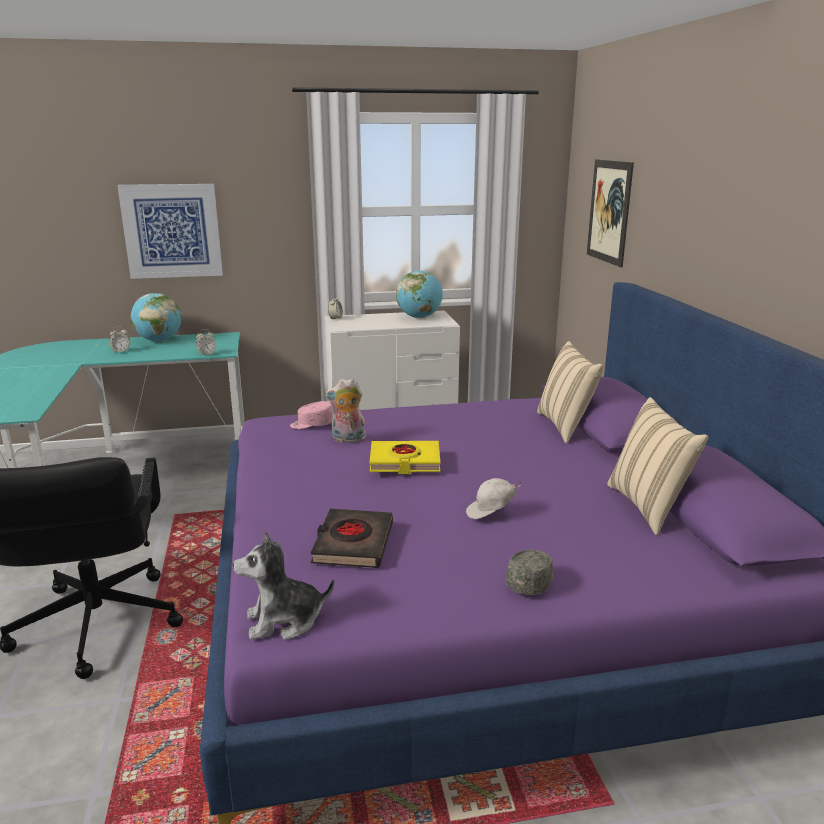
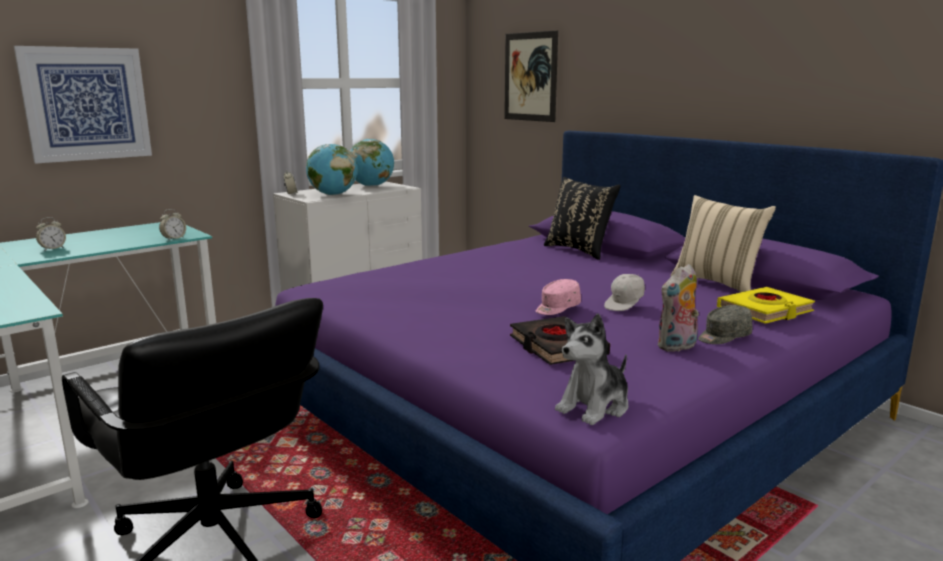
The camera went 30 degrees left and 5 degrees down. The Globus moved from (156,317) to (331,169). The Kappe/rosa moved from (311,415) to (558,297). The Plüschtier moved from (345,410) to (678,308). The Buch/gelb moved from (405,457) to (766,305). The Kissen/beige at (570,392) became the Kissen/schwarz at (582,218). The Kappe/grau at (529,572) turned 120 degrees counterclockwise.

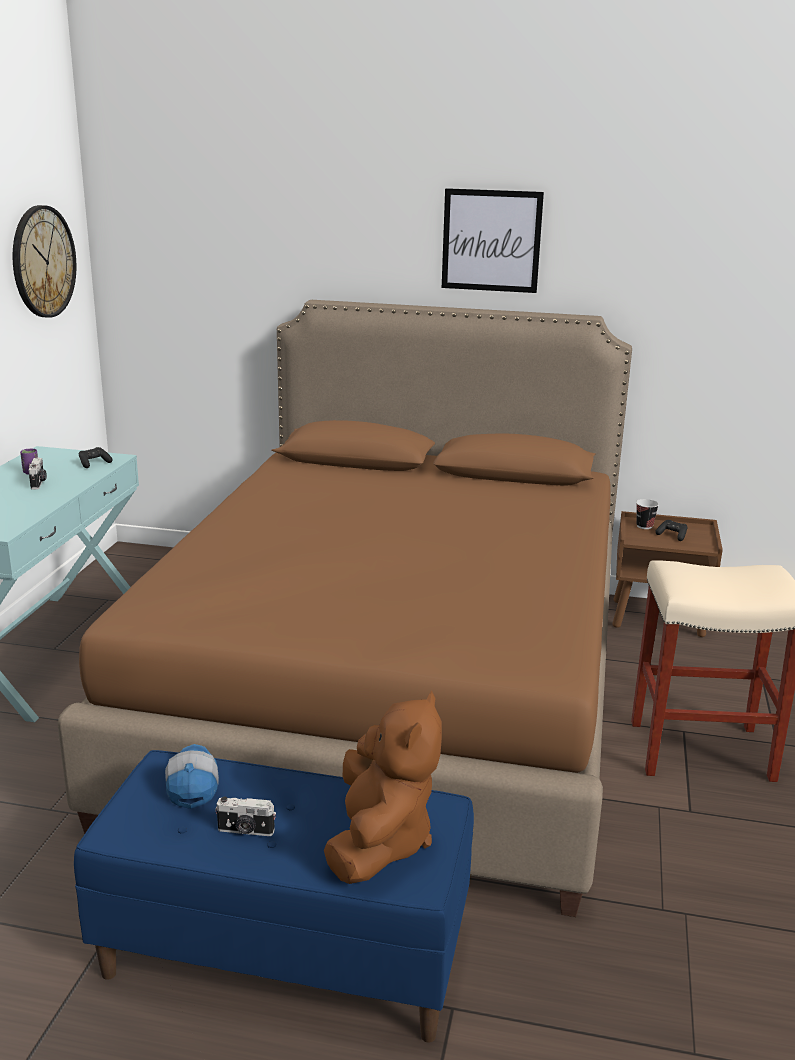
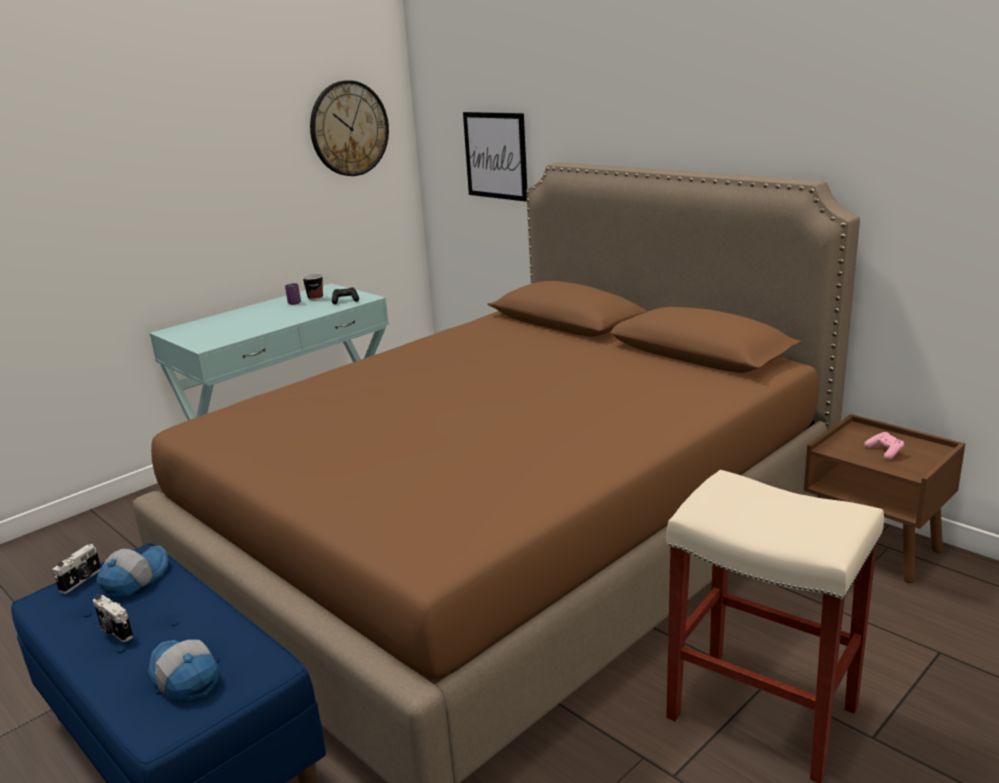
The camera went 35 degrees right and 0 degrees up. The Kamera moved from (37,473) to (76,569). The Bild moved from (493,240) to (495,157). The Tasse moved from (647,514) to (312,287). The Plüschtier/braun at (383,787) was replaced by the Kappe at (183,671). The Gamepad/schwarz at (671,530) became the Gamepad/rosa at (884,446).

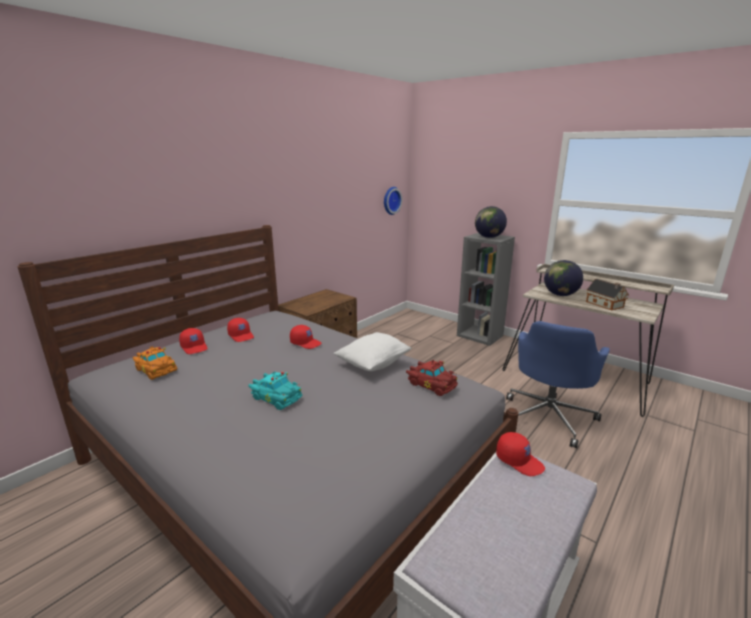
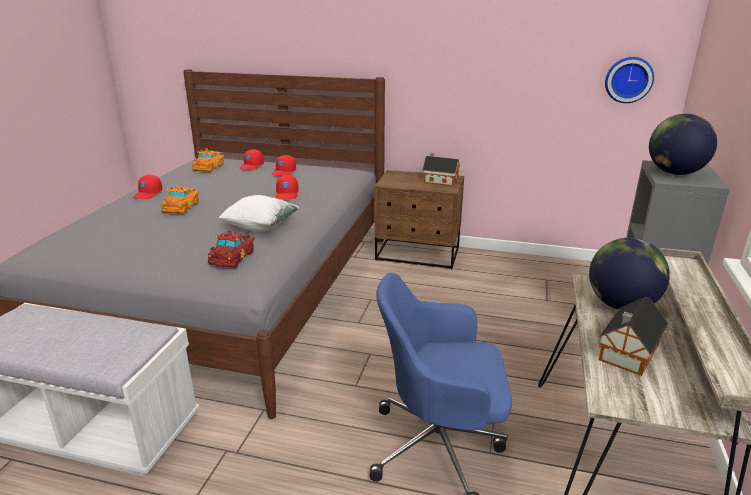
The camera went 65 degrees right and 5 degrees up. The Spielzeughaus at (441,169) appeared. The Kappe/rot moved from (520,454) to (148,187). The Spielzeugauto/türkis at (275,391) became the Spielzeugauto/orange at (180,199).

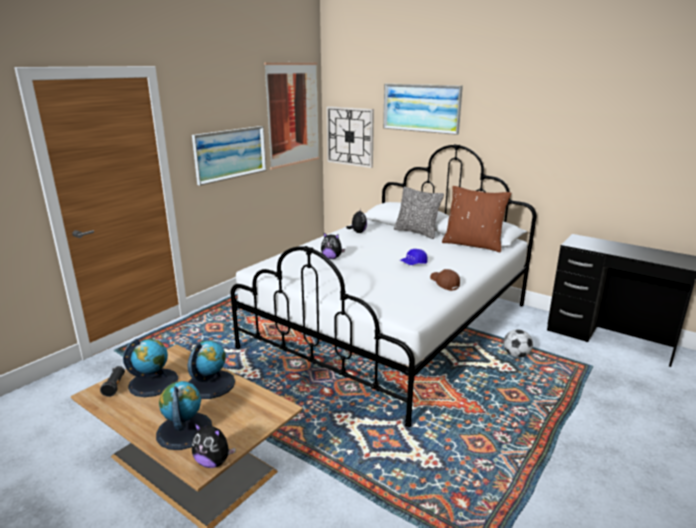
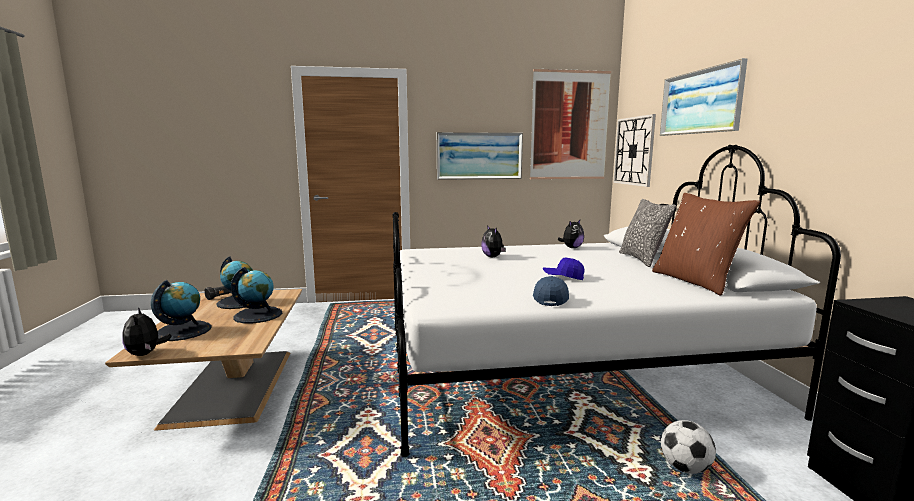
The camera went 45 degrees right and 10 degrees down. The Kappe/braun at (445,280) became the Kappe/blau at (551,291).

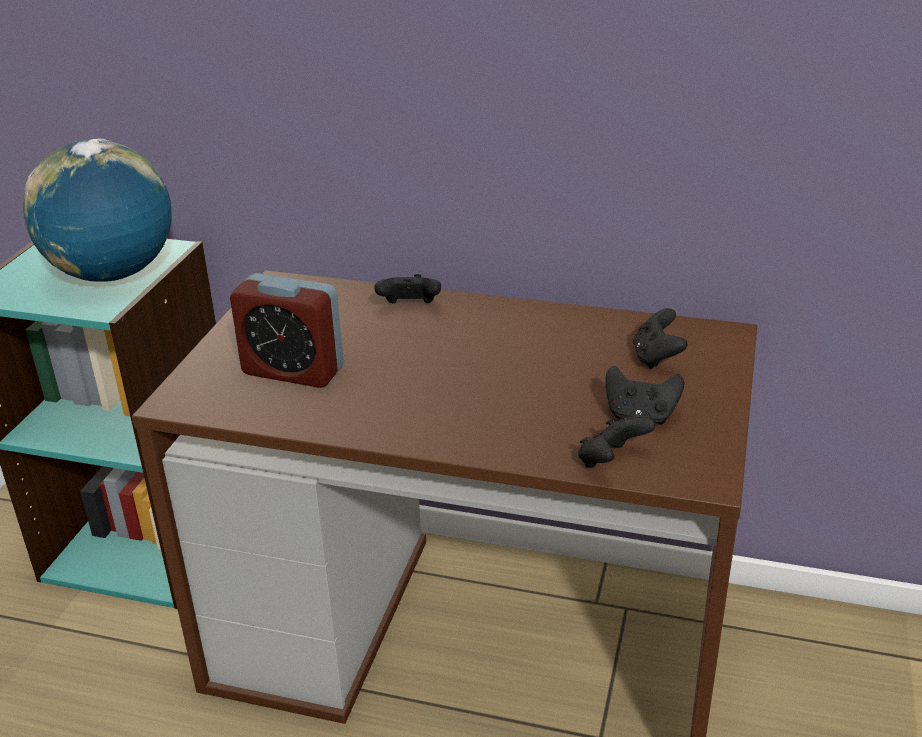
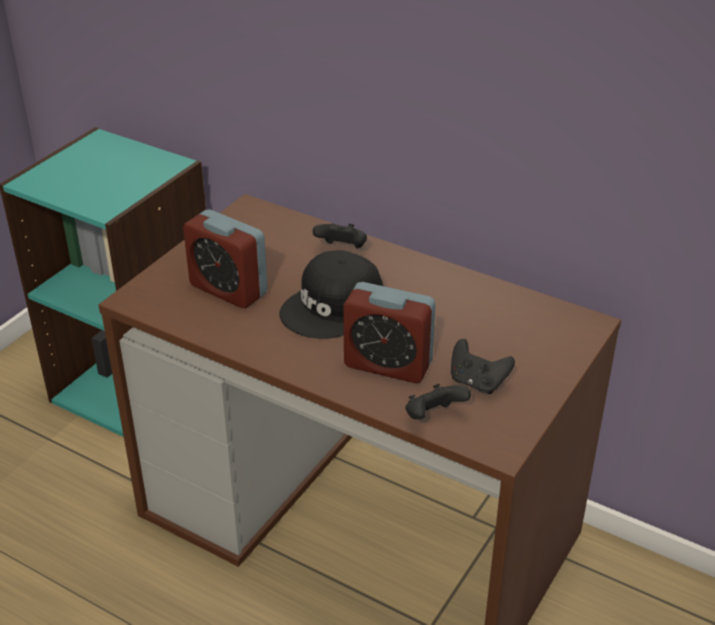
The camera went 15 degrees right and 5 degrees up. The Globus at (97,210) disappeared. The Gamepad/schwarz at (660,338) disappeared. The Kappe/schwarz at (331,294) appeared. The Wecker at (389,332) appeared.

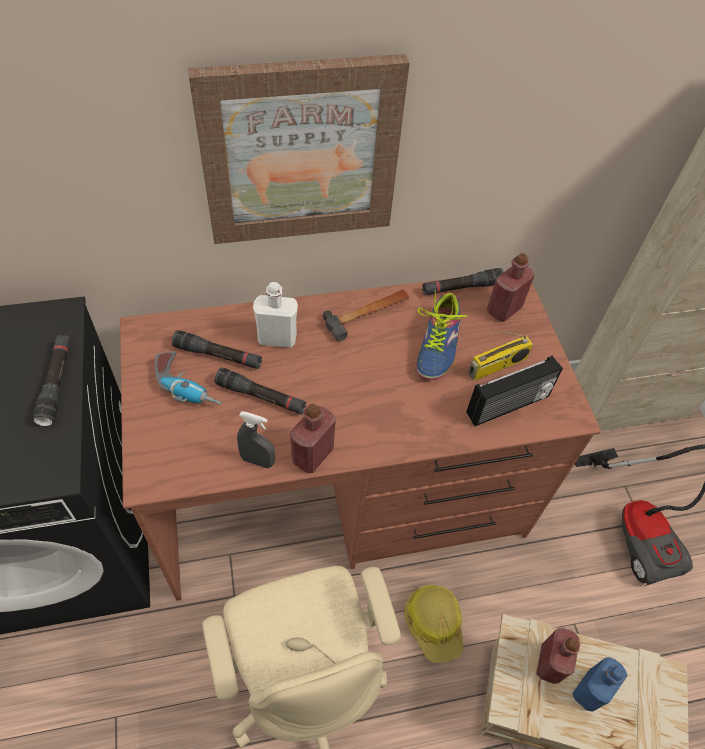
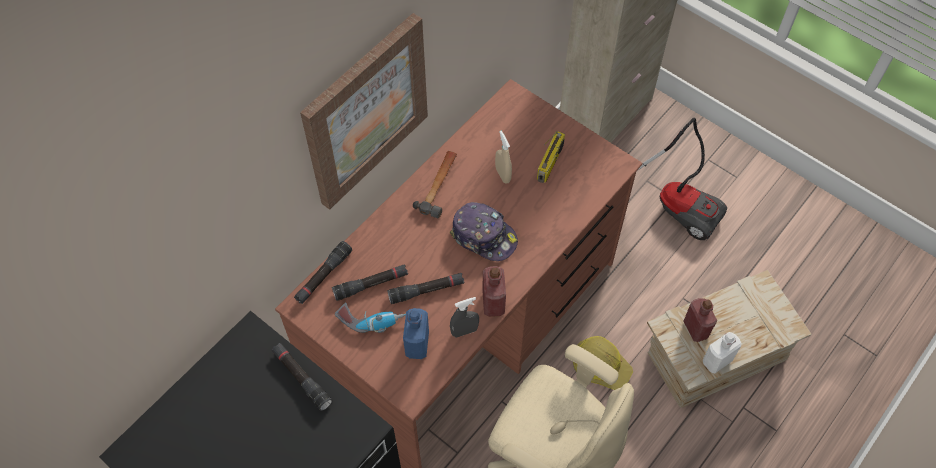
The camera went 35 degrees left and 5 degrees up. The Radio at (514,391) disappeared. The Flasche/rot at (510,287) disappeared. The Kappe at (484,231) appeared. The Flasche/weiß moved from (275,315) to (722,353). The Taschenlampe/schwarz moved from (463,281) to (323,272). The Flasche/blau moved from (599,684) to (416,333). The Schuh at (441,335) was replaced by the Sprühflasche/beige at (503,157).

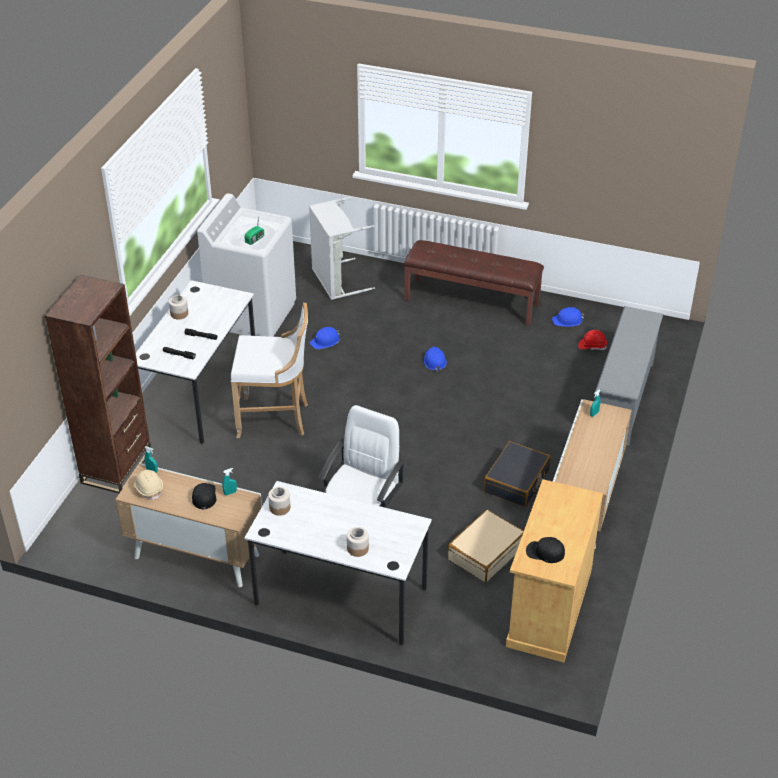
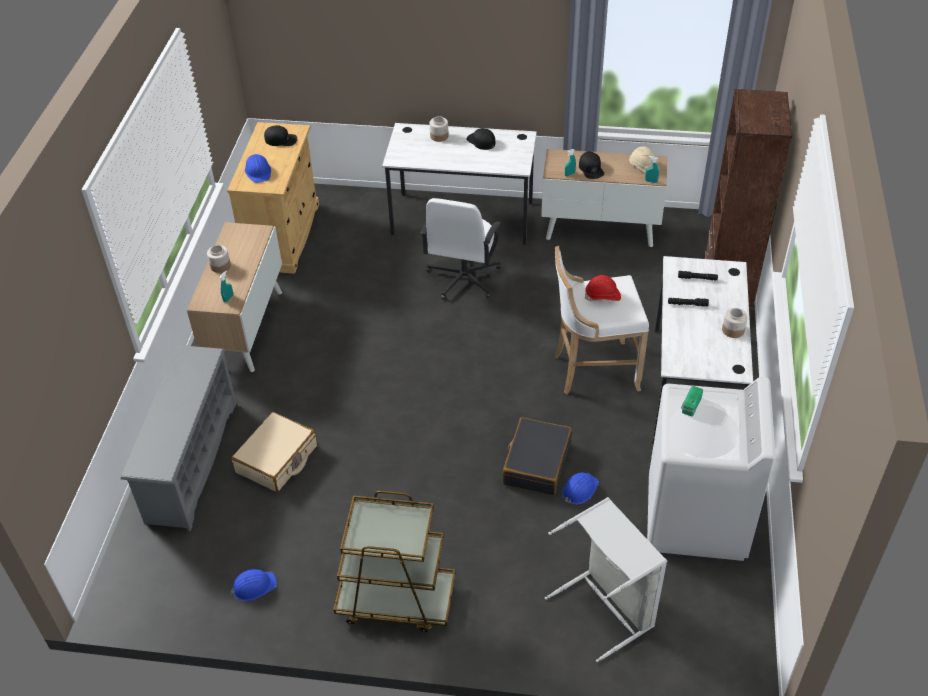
The camera went 170 degrees right and 5 degrees up. The Kappe/schwarz at (480,139) appeared. The Vorratsglas moved from (279,501) to (219,259). The Schutzhelm/blau moved from (435,359) to (258,168). The Koffer/beige moved from (486,546) to (274,452). The Koffer/schwarz moved from (517,474) to (537,456). The Schutzhelm/rot moved from (592,340) to (603,288). The Bank/braun at (474,283) was replaced by the Rollwagen/braun at (394,561).

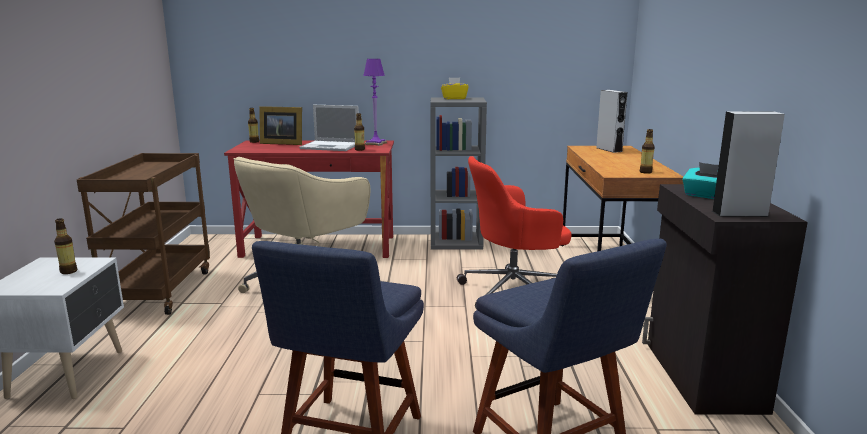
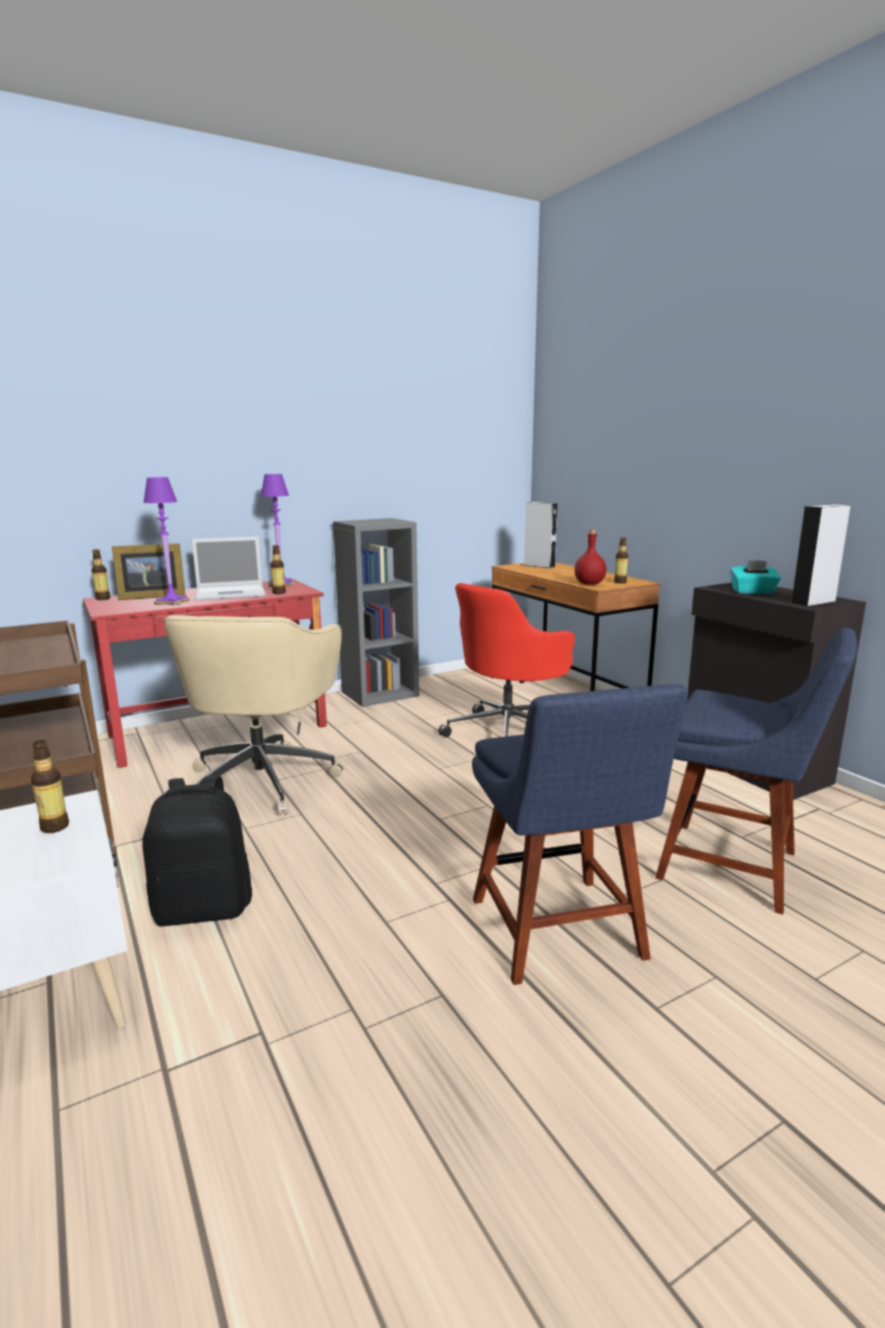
The camera went 30 degrees left and 0 degrees up. The Taschentuchbox/gelb at (455,88) disappeared. The Rucksack/schwarz at (197,851) appeared. The Tischlampe/lila at (166,541) appeared. The Flasche/rot at (590,557) appeared.

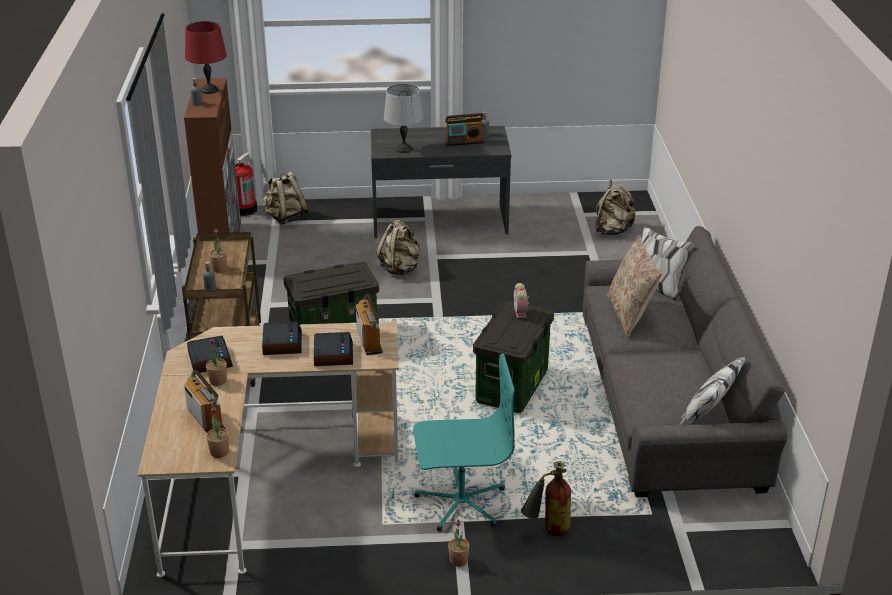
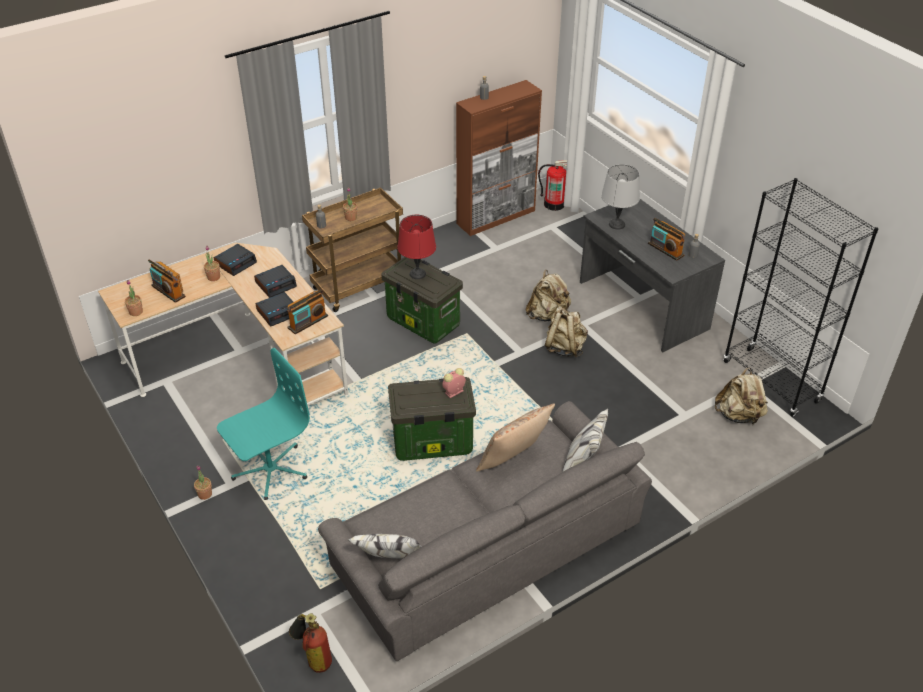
The camera went 60 degrees right and 10 degrees up. The Bücherregal/schwarz at (801,297) appeared. The Tischlampe/rot moved from (206,57) to (416,247). The Rucksack/beige moved from (286,198) to (566,331). The Feuerlöscher moved from (546,498) to (310,643). The Radio at (205,401) turned 105 degrees clockwise. The Bürostuhl/türkis at (464,442) turned 90 degrees counterclockwise.

